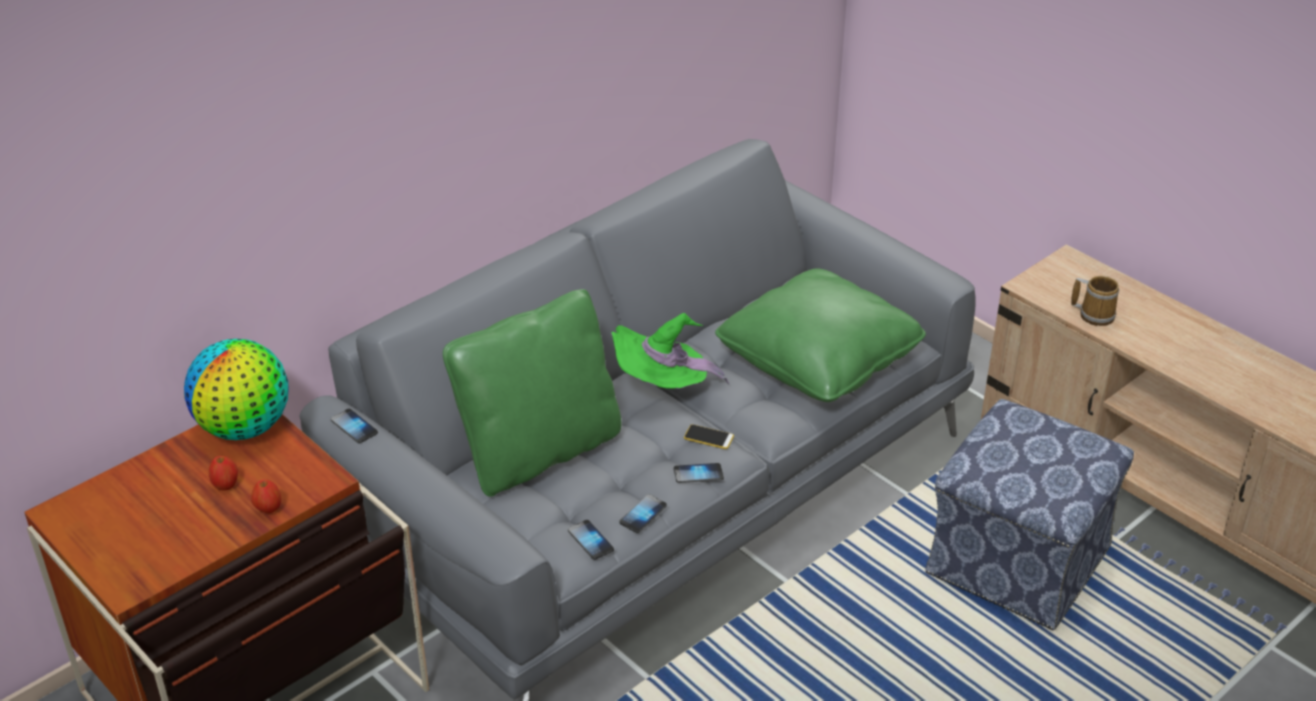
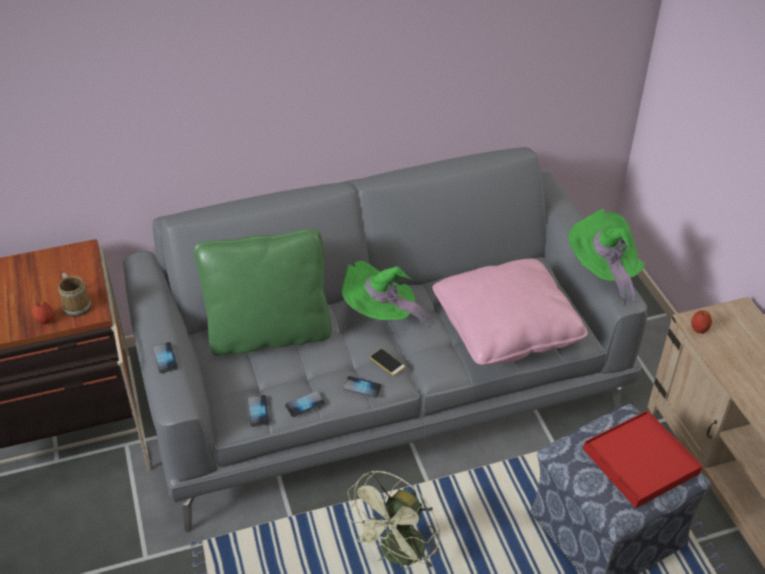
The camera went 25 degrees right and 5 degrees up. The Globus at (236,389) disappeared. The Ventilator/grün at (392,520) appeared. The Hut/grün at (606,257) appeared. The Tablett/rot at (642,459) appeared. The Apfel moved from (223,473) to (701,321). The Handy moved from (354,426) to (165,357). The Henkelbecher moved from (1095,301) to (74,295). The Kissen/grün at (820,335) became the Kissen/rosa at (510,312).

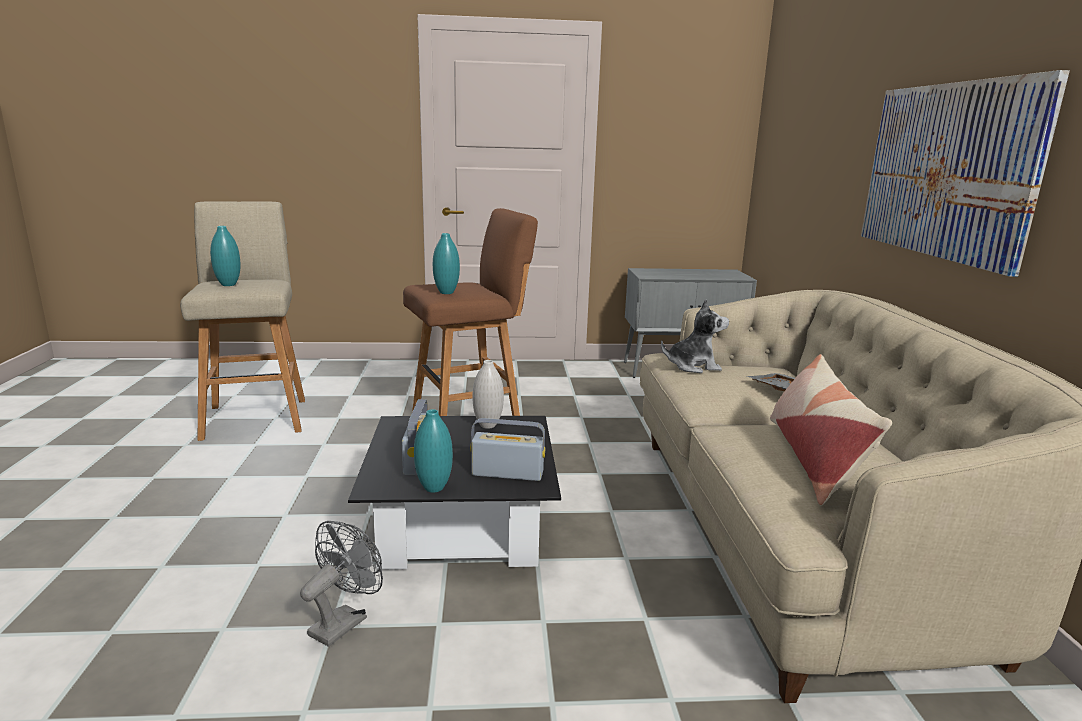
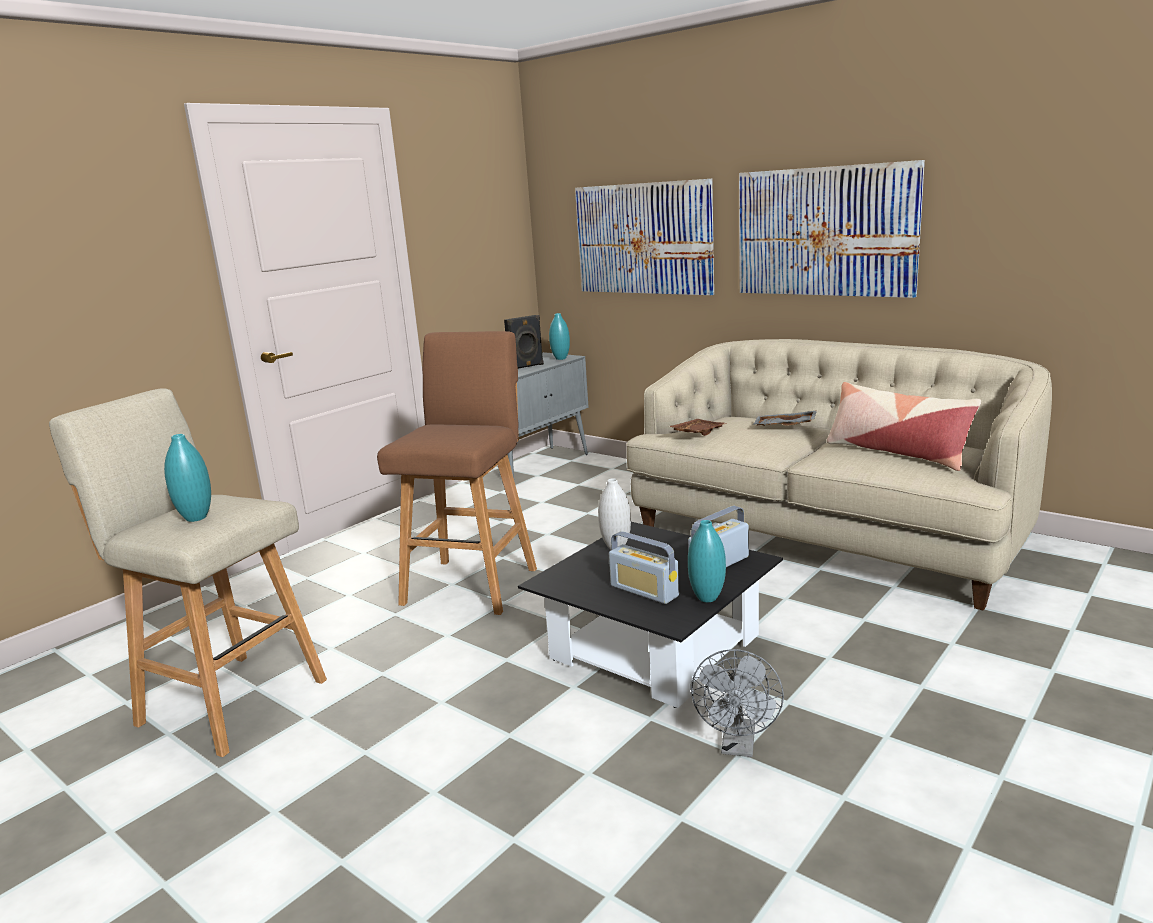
The camera went 45 degrees left and 0 degrees up. The Lautsprecher/schwarz at (524,341) appeared. The Bild at (644,237) appeared. The Vase/türkis moved from (446,263) to (559,336). The Plüschtier at (695,336) was replaced by the Tablett/braun at (697,427). The Ventilator/grau at (341,584) turned 150 degrees counterclockwise.

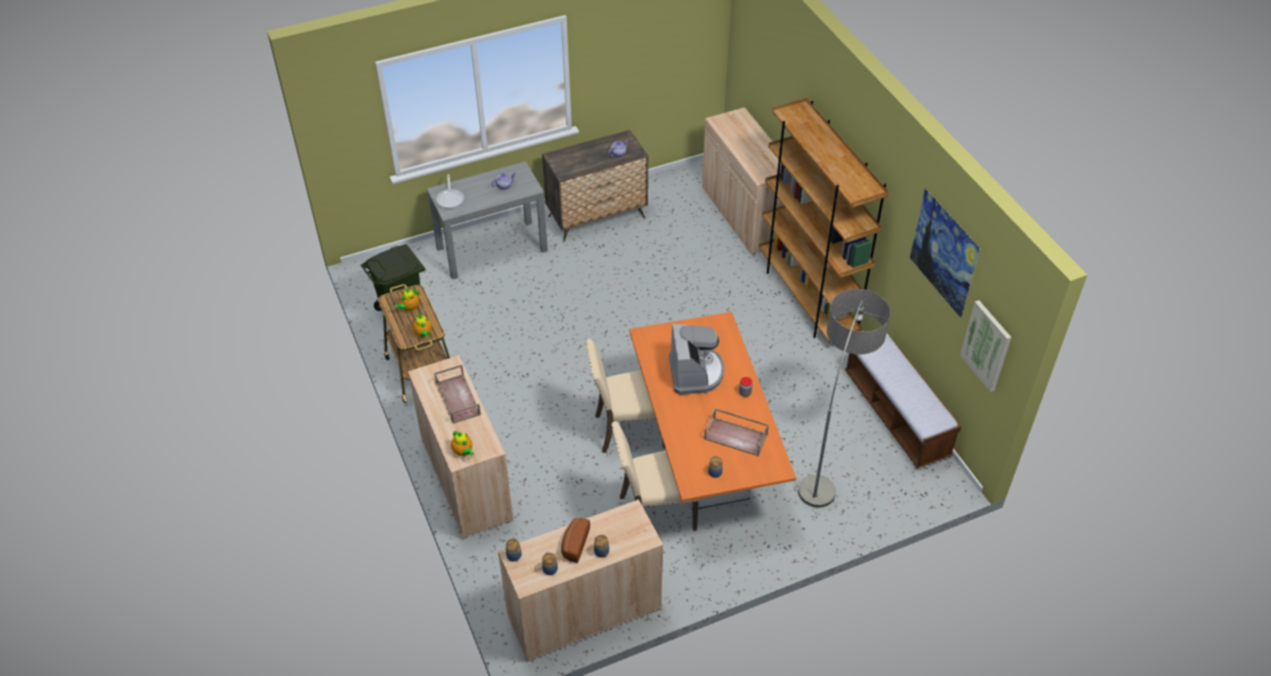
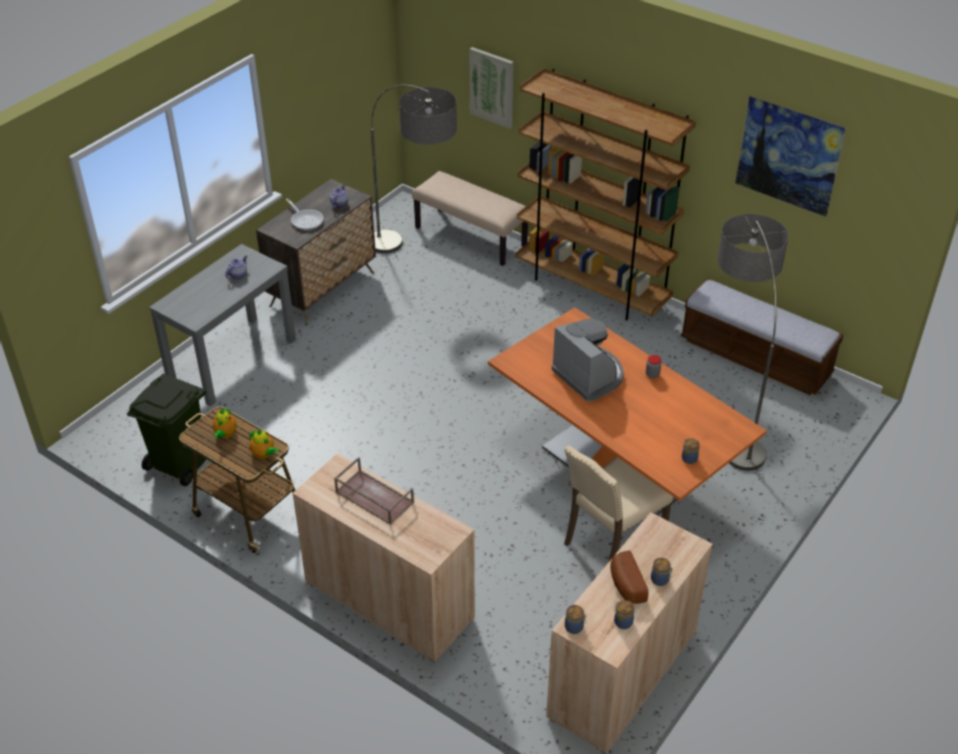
The camera went 30 degrees left and 5 degrees down. The Teekanne at (462,443) disappeared. The Stuhl/beige at (625,396) disappeared. The Tablett/braun at (736,432) disappeared. The Stehlampe at (414,169) appeared. The Pfanne moved from (450,191) to (305,214). The Bild moved from (986,346) to (492,88). The Schrank/beige at (743,181) was replaced by the Bank/beige at (470,218).

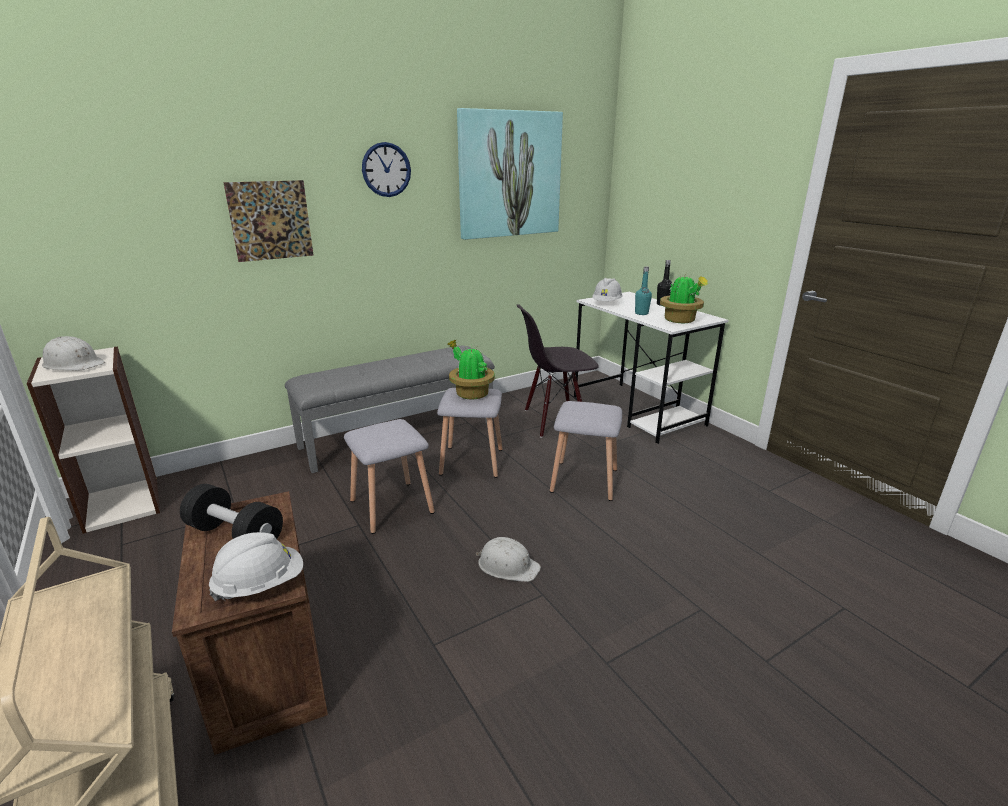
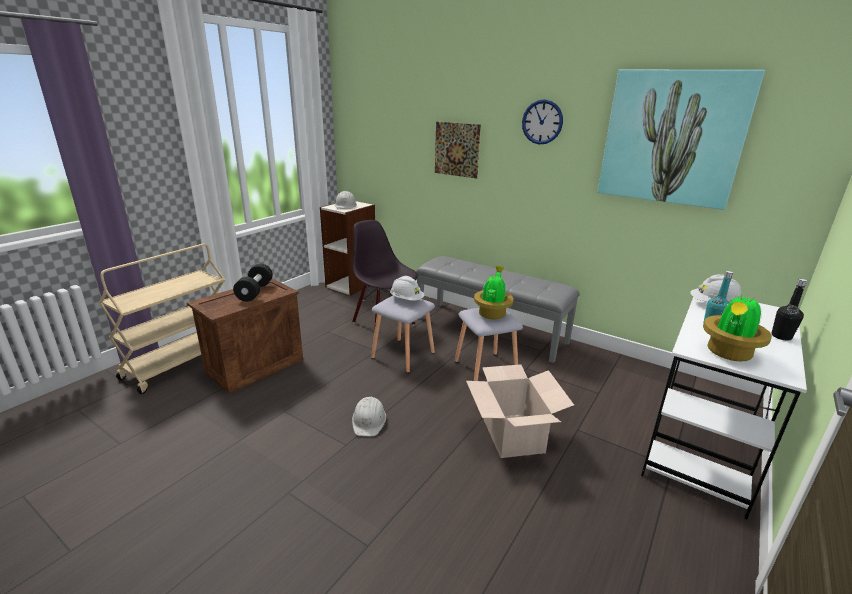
The camera went 65 degrees right and 0 degrees up. The Schutzhelm/weiß moved from (256,566) to (407,288). The Stuhl/schwarz moved from (558,371) to (385,276). The Hocker/grau at (586,451) was replaced by the Karton at (520,411).

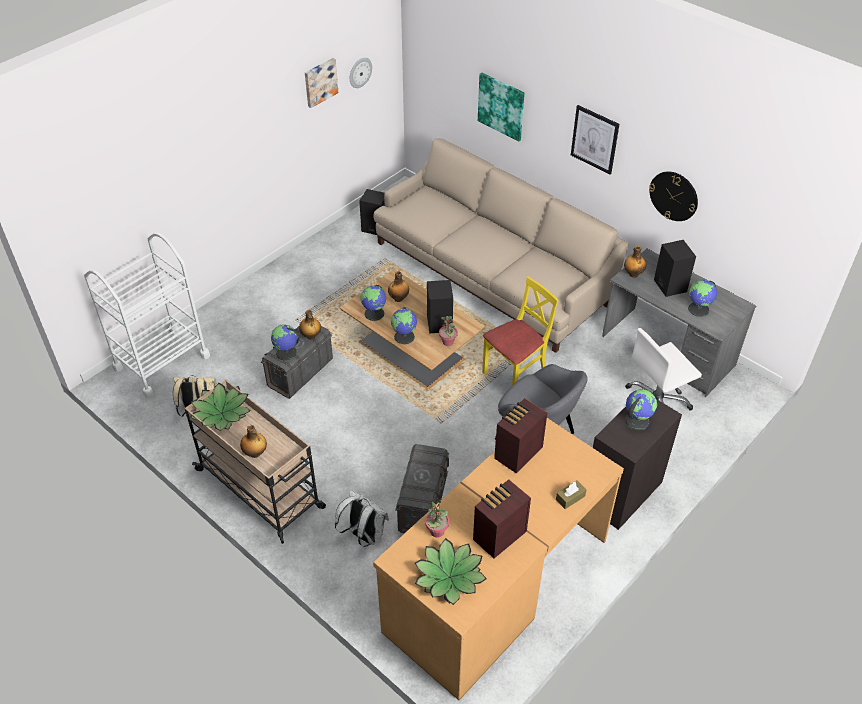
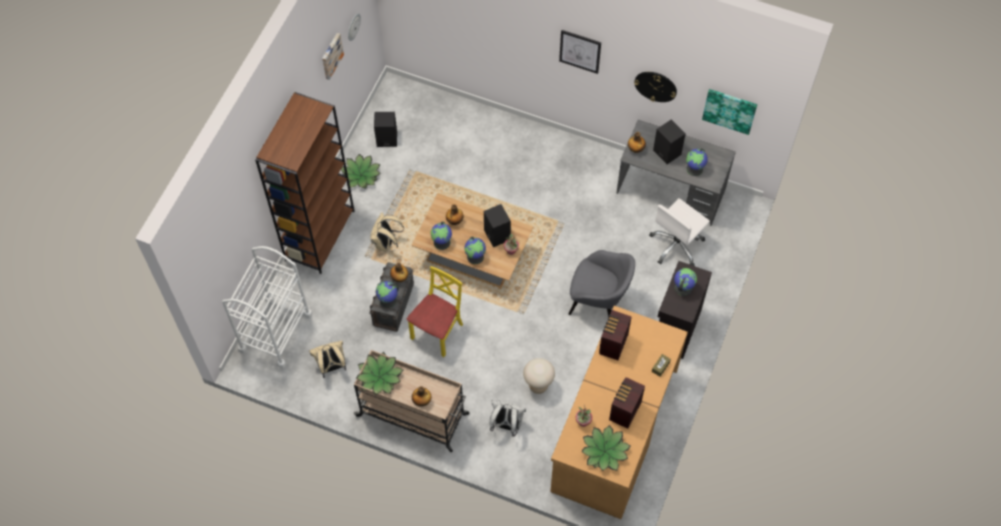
The camera went 20 degrees left and 15 degrees up. The Sofa/beige at (501,245) disappeared. The Bücherregal/braun at (304,183) appeared. The Topfpflanze at (361,171) appeared. The Rucksack/beige at (387,231) appeared. The Bild moved from (501,107) to (729,112). The Stuhl/gelb moved from (520,331) to (435,311). The Aufbewahrungsbox/grau at (422,488) was replaced by the Hocker/beige at (539,376).

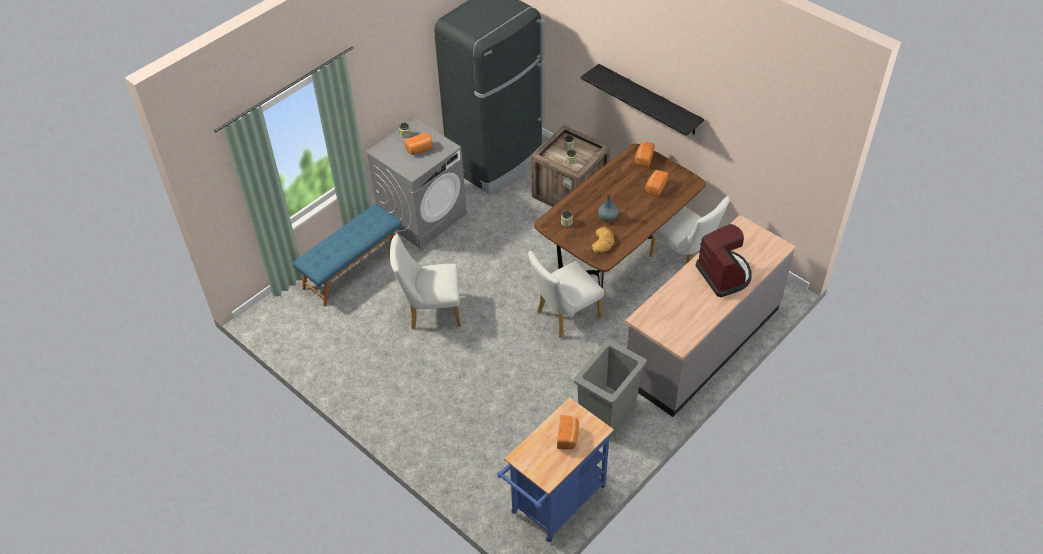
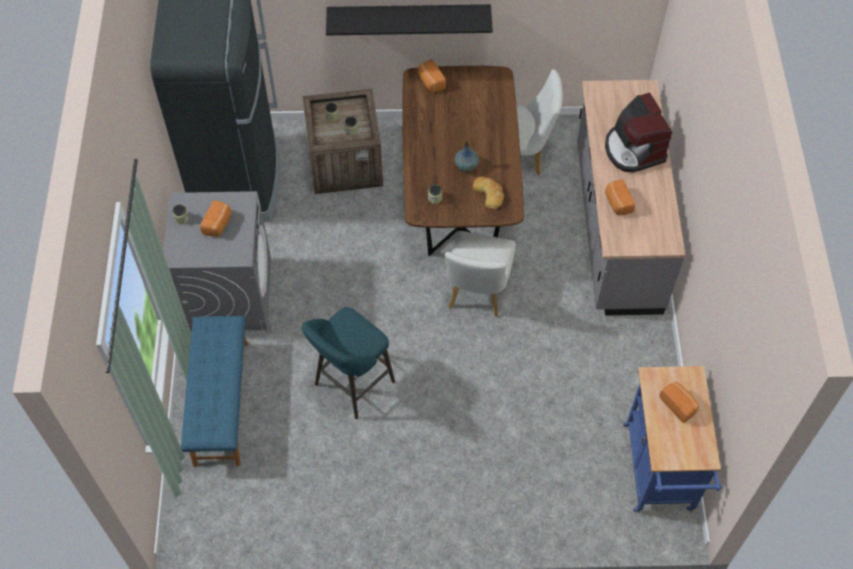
The camera went 45 degrees left and 10 degrees up. The Mülleimer/grau at (610,389) disappeared. The Brot moved from (656,183) to (620,197). The Stuhl/weiß at (425,281) was replaced by the Hocker/türkis at (348,363). The Kaffeemaschine at (724,260) turned 135 degrees counterclockwise.

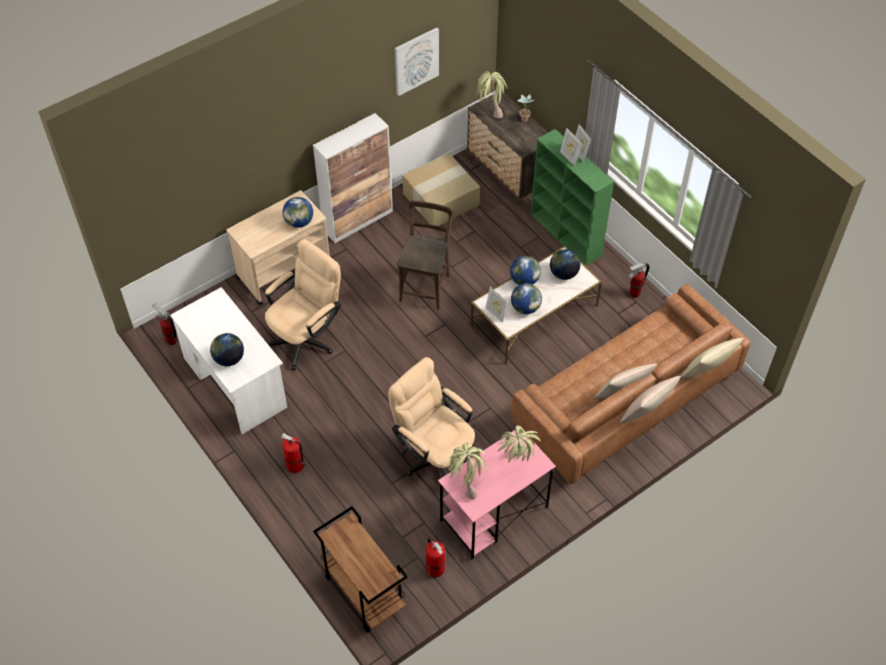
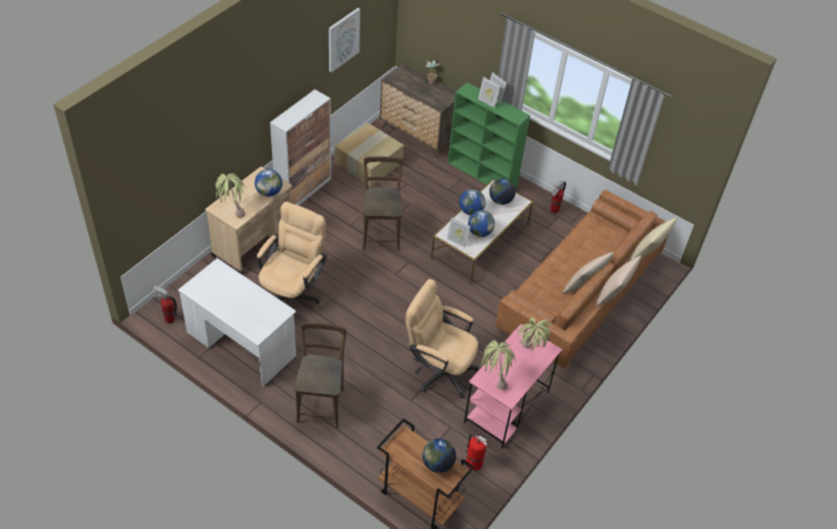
The camera went 20 degrees left and 5 degrees down. The Globus moved from (227,349) to (439,456). The Topfpflanze moved from (492,95) to (230,195). The Feuerlöscher at (293,453) was replaced by the Stuhl/braun at (320,375).

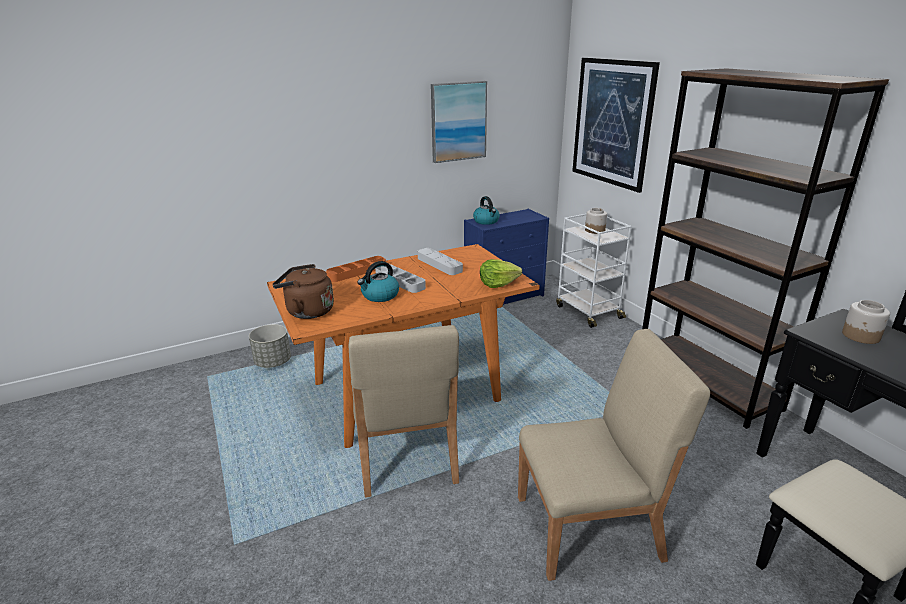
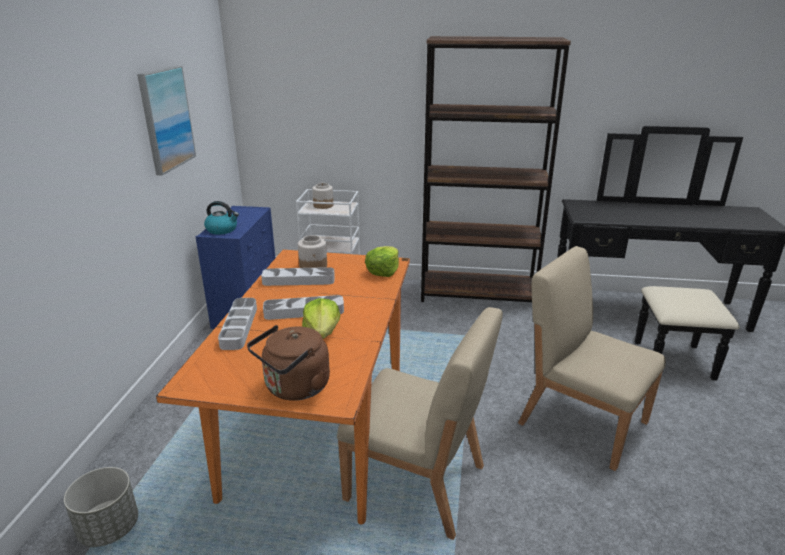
The camera went 55 degrees left and 0 degrees up. The Bild at (616,125) disappeared. The Vorratsglas moved from (866,322) to (312,251). The Wasserkessel at (378,281) was replaced by the Salatkopf at (321,318). The Tablett/orange at (356,269) became the Tablett/grau at (237,324). The Stuhl/beige at (614,455) turned 75 degrees counterclockwise.

